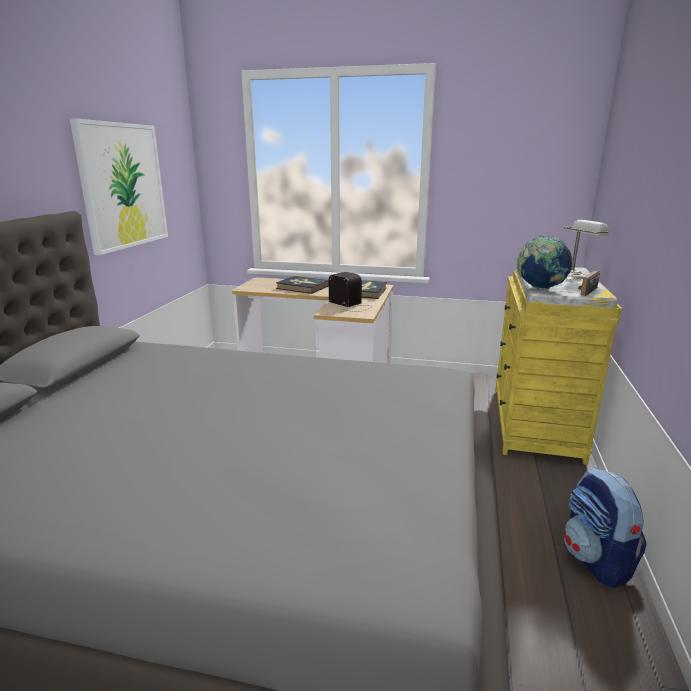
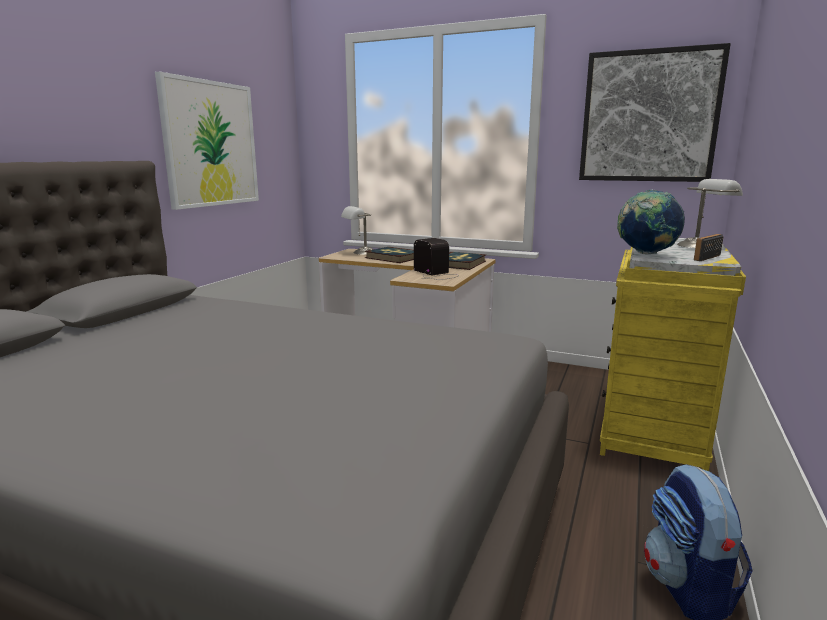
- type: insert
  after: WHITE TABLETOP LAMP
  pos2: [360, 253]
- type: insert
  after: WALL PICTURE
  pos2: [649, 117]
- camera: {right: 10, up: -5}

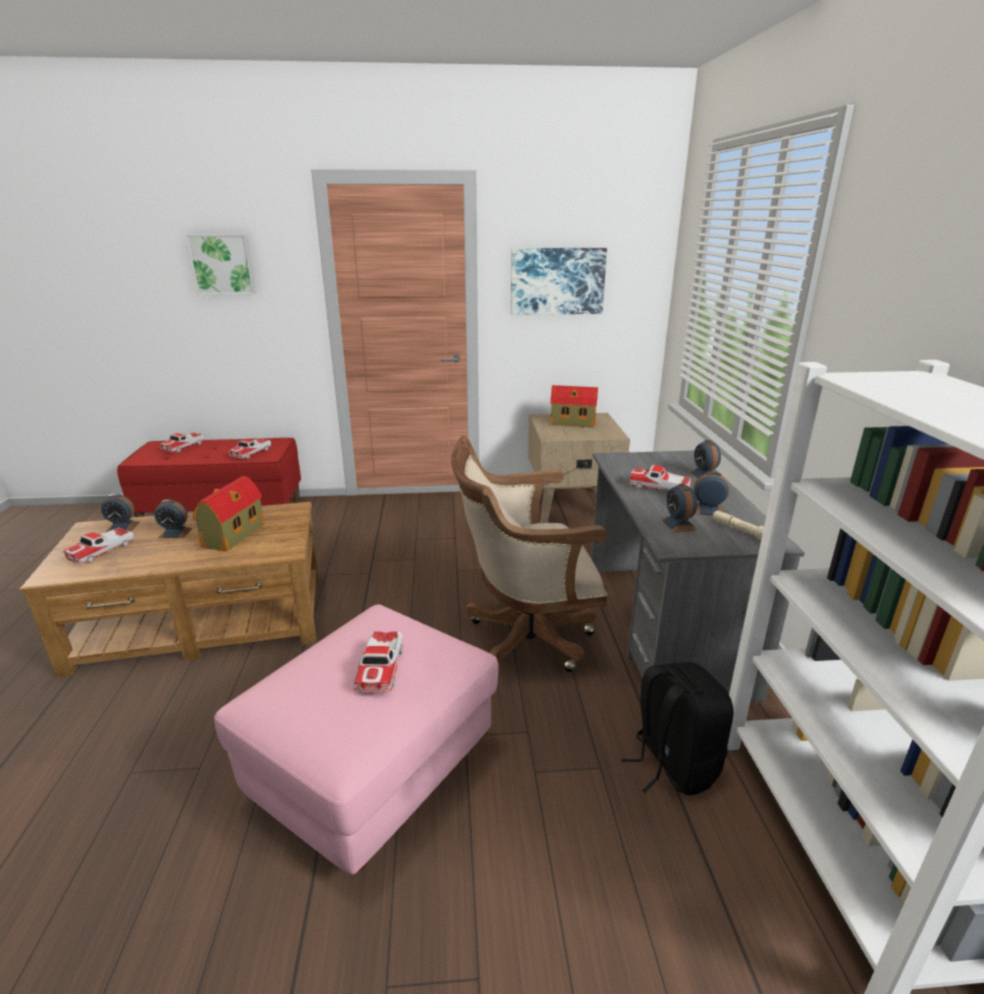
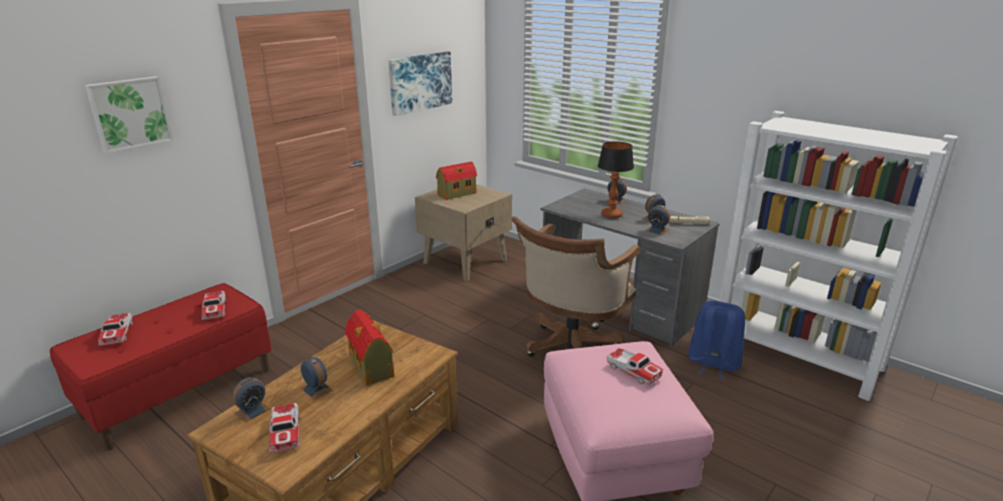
- type: rotate
  before: ALARM CLOCK
  pos1: [175, 533]
  pos2: [316, 389]
  turn: -90
- type: replace
  before: TOY CAR
  after: TABLETOP LAMP
  pos1: [659, 487]
  pos2: [612, 215]
- type: recolor
  before: BLACK KNAPSACK
  after: BLUISH KNAPSACK
  pos1: [672, 764]
  pos2: [713, 363]
- camera: {right: -45, up: 0}

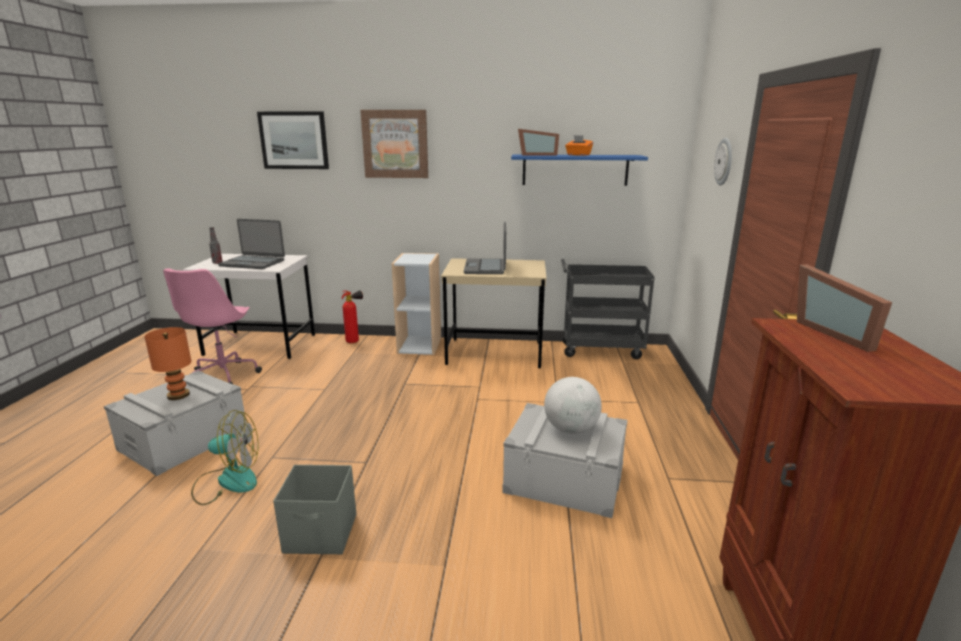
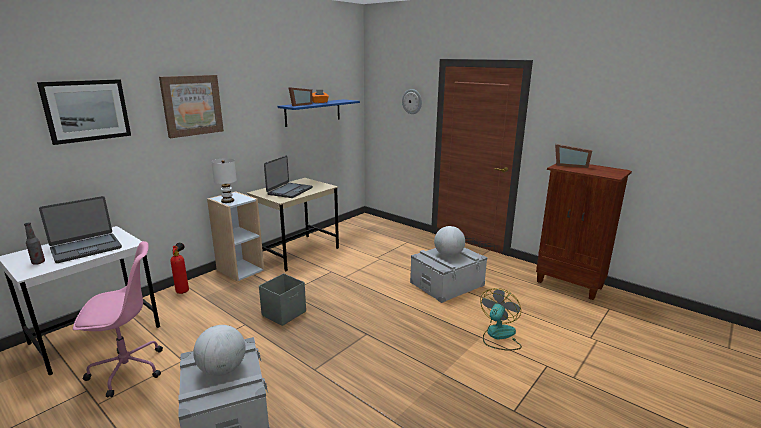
- type: rotate
  before: PINK COMPUTER CHAIR
  pos1: [223, 376]
  pos2: [129, 370]
  turn: -60
- type: replace
  before: ORANGE TABLETOP LAMP
  after: WORLD GLOBE
  pos1: [178, 395]
  pos2: [222, 370]
- type: insert
  after: WHITE TABLETOP LAMP
  pos2: [227, 201]
- type: move
  before: GREYISH STORAGE CONTAINER
  pos1: [321, 534]
  pos2: [284, 313]
- type: rotate
  before: NOTEBOOK COMPUTER
  pos1: [486, 267]
  pos2: [289, 191]
  turn: -105
- type: move
  before: FAN
  pos1: [227, 481]
  pos2: [499, 336]
- type: delete
  before: GREYISH TROLLEY
  pos1: [599, 351]
- camera: {right: -55, up: 0}

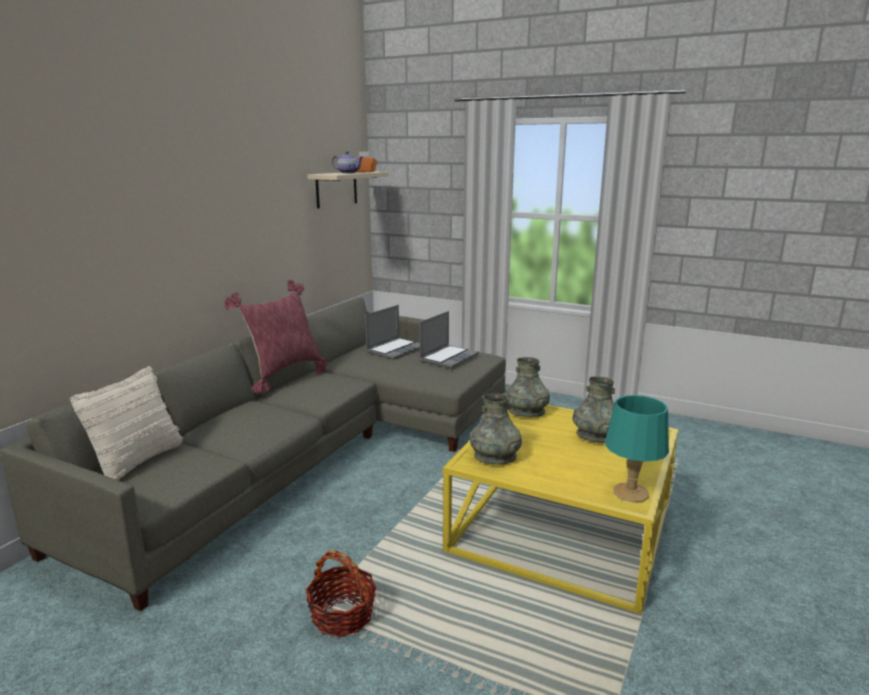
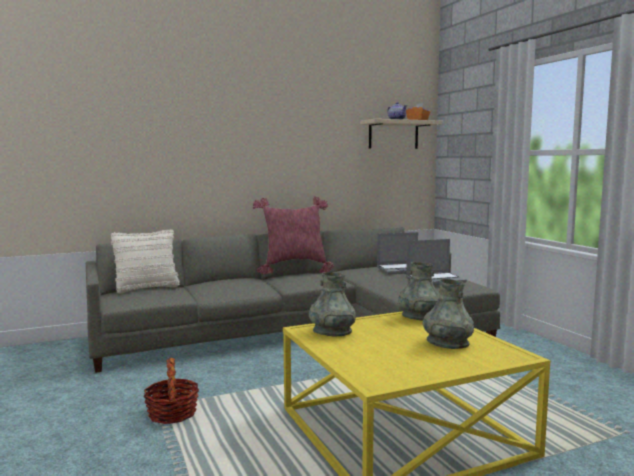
- type: delete
  before: BLUE-GREEN TABLETOP LAMP
  pos1: [630, 492]
- camera: {right: 40, up: -10}

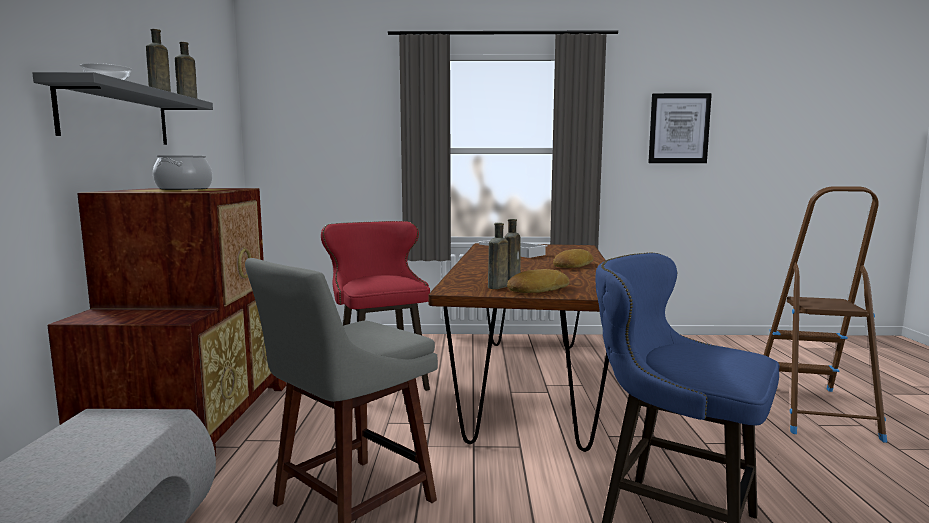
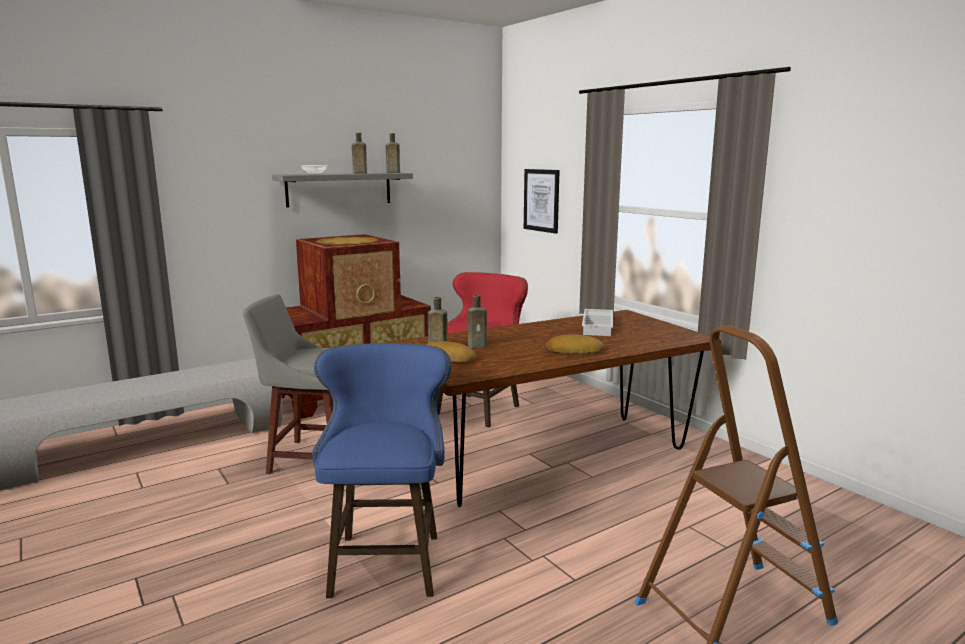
- type: move
  before: WALL PICTURE
  pos1: [679, 128]
  pos2: [541, 200]
- type: delete
  before: SAUCEPOT
  pos1: [184, 189]
- camera: {right: 55, up: 5}

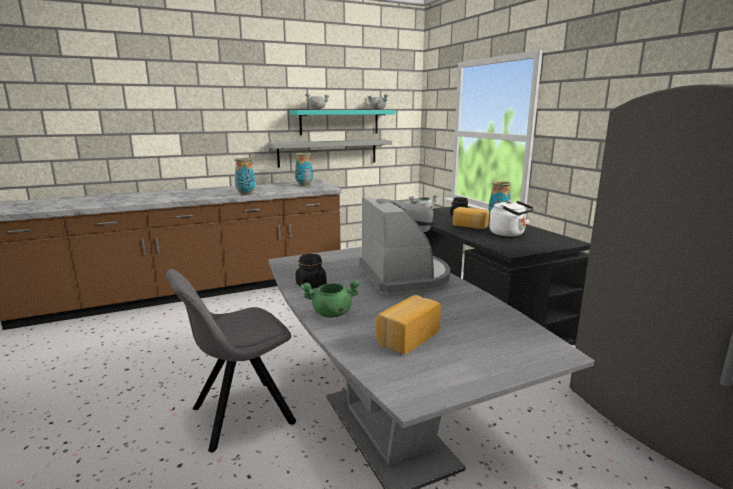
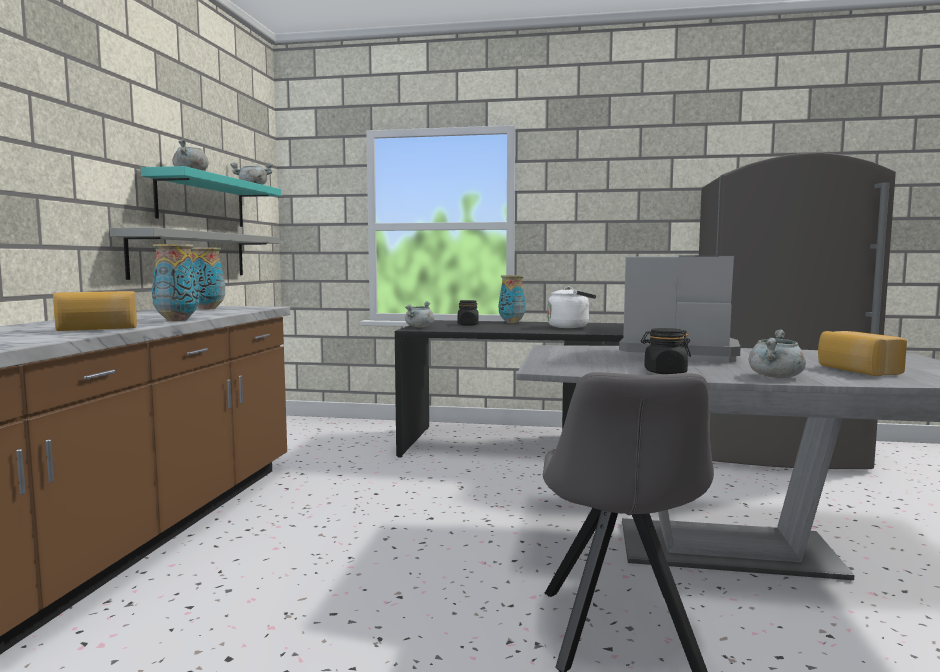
- type: move
  before: BAKED BREAD
  pos1: [469, 226]
  pos2: [97, 328]
- type: recolor
  before: GREENISH SAUCEPOT
  after: GREYISH SAUCEPOT
  pos1: [331, 314]
  pos2: [776, 377]
- camera: {right: -55, up: -10}

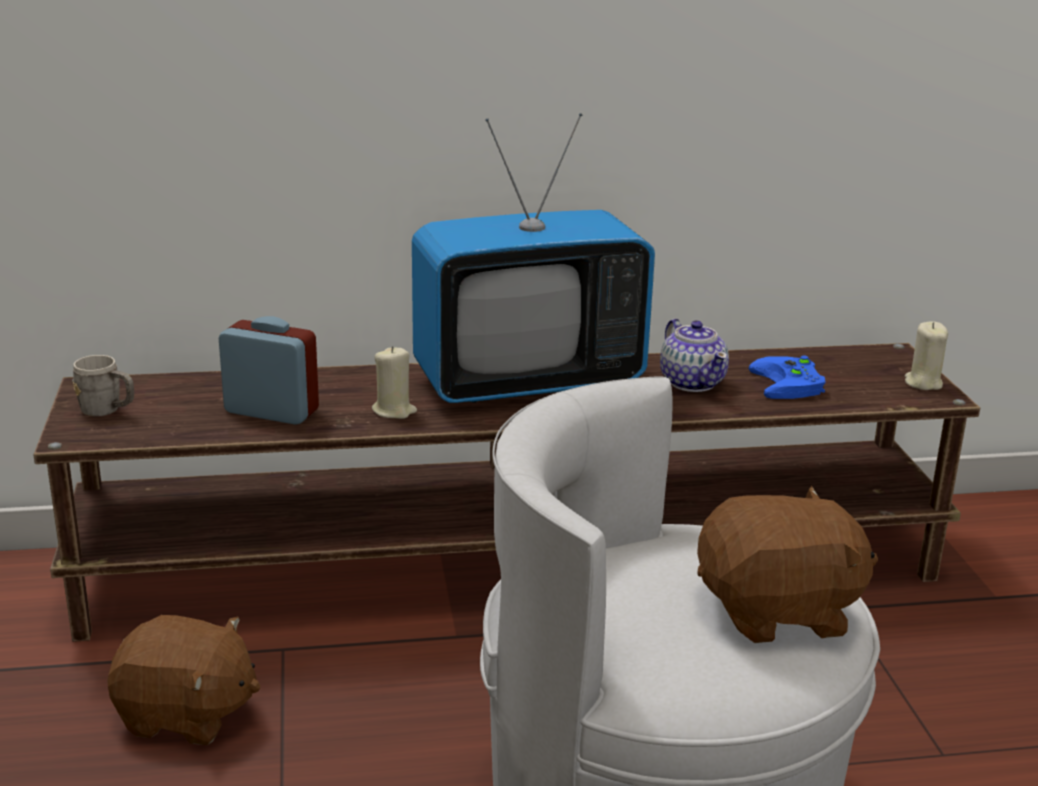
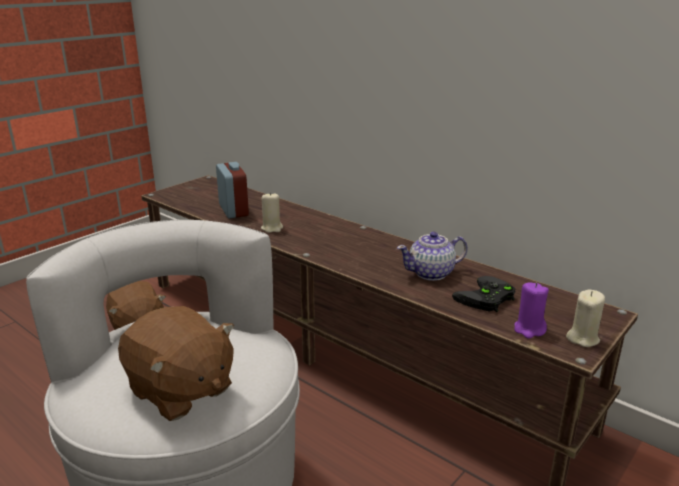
- type: rotate
  before: POT FOR TEA
  pos1: [692, 382]
  pos2: [431, 273]
  turn: 45
- type: recolor
  before: BLUISH GAMEPAD
  after: BLACK GAMEPAD
  pos1: [791, 385]
  pos2: [486, 299]
- type: insert
  after: PURPLE WAX CANDLE
  pos2: [529, 329]
- type: delete
  before: GREYISH COFFEE MUG
  pos1: [107, 411]
- type: delete
  before: TV SET
  pos1: [528, 381]
- camera: {right: 50, up: 0}

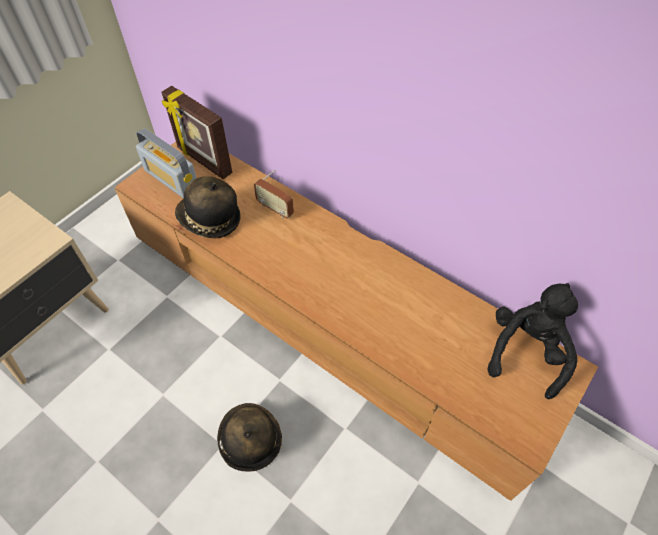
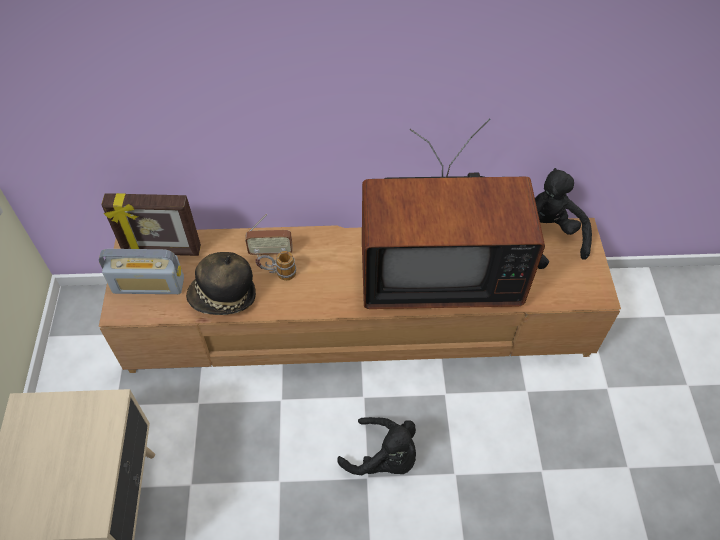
- type: insert
  after: COFFEE MUG
  pos2: [277, 274]
- type: replace
  before: CLOTHING HAT
  after: BLACK PLUSH TOY
  pos1: [249, 440]
  pos2: [384, 457]
- type: insert
  after: TV SET
  pos2: [436, 270]
- camera: {right: -40, up: 0}

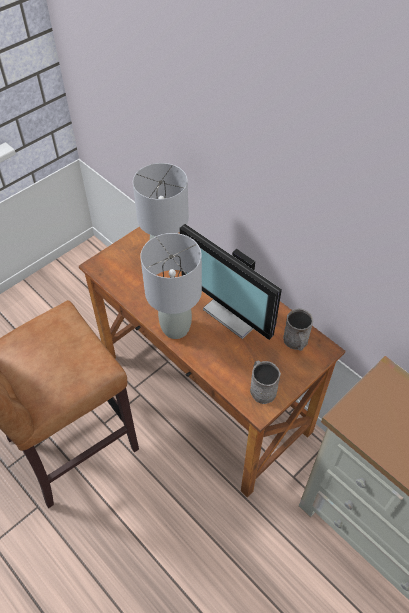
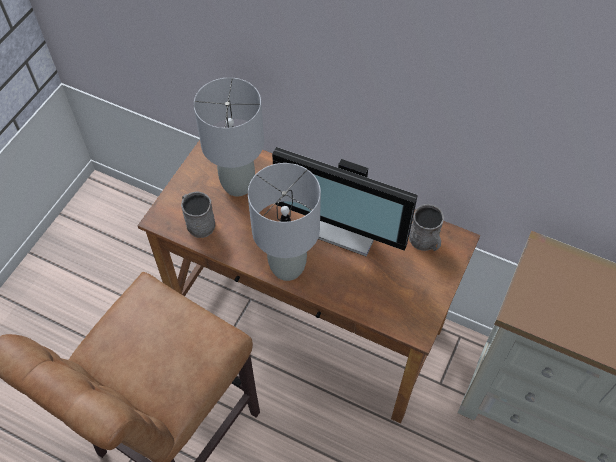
- type: move
  before: GREYISH COFFEE MUG
  pos1: [261, 388]
  pos2: [198, 222]
- camera: {right: -20, up: 5}

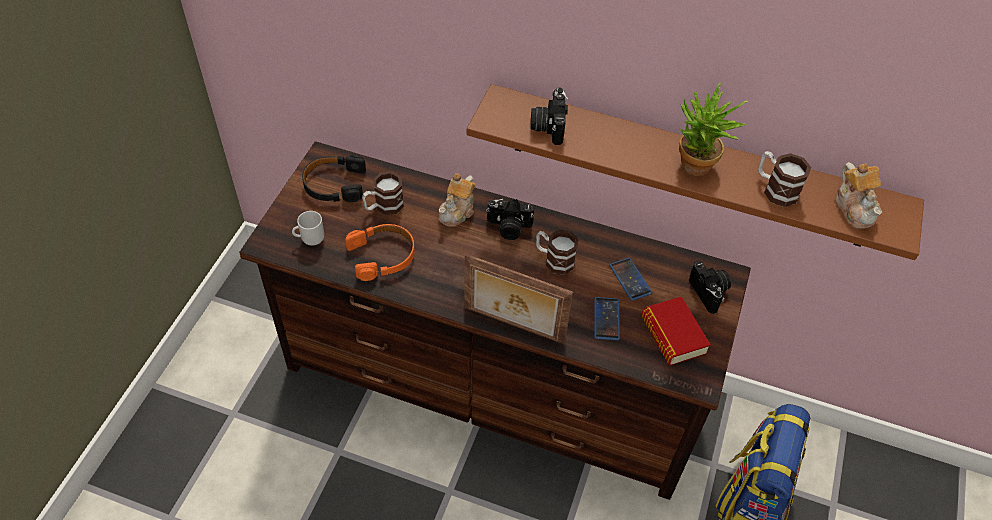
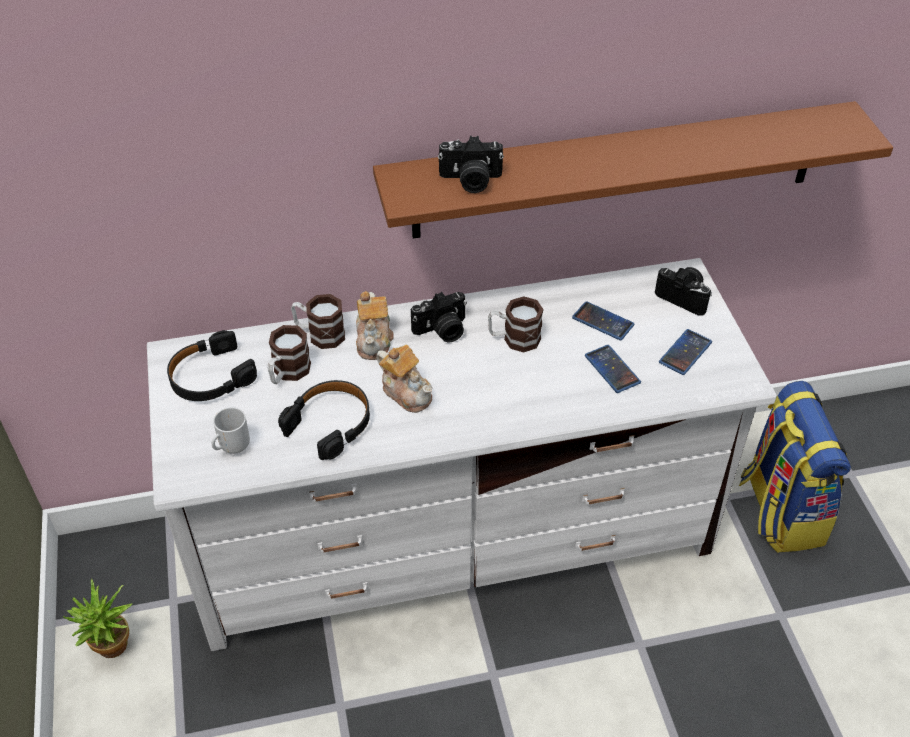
- type: move
  before: HOUSEPLANT
  pos1: [694, 169]
  pos2: [113, 651]
- type: recolor
  before: BROWN-COLOURED DRESSER
  after: WHITE DRESSER
  pos1: [492, 386]
  pos2: [457, 542]
- type: recolor
  before: ORANGE HEADPHONES
  after: BLACK HEADPHONES
  pos1: [382, 256]
  pos2: [330, 424]
- type: move
  before: COFFEE MUG
  pos1: [775, 189]
  pos2: [319, 334]
- type: move
  before: POT FOR TEA
  pos1: [854, 208]
  pos2: [407, 392]
- type: rotate
  before: STILL CAMERA
  pos1: [548, 126]
  pos2: [470, 181]
  turn: -60
- type: replace
  before: VOLUME
  after: PHONE
  pos1: [673, 335]
  pos2: [685, 352]
- type: delete
  before: STANDING FRAME
  pos1: [513, 326]
- camera: {right: -30, up: -5}

